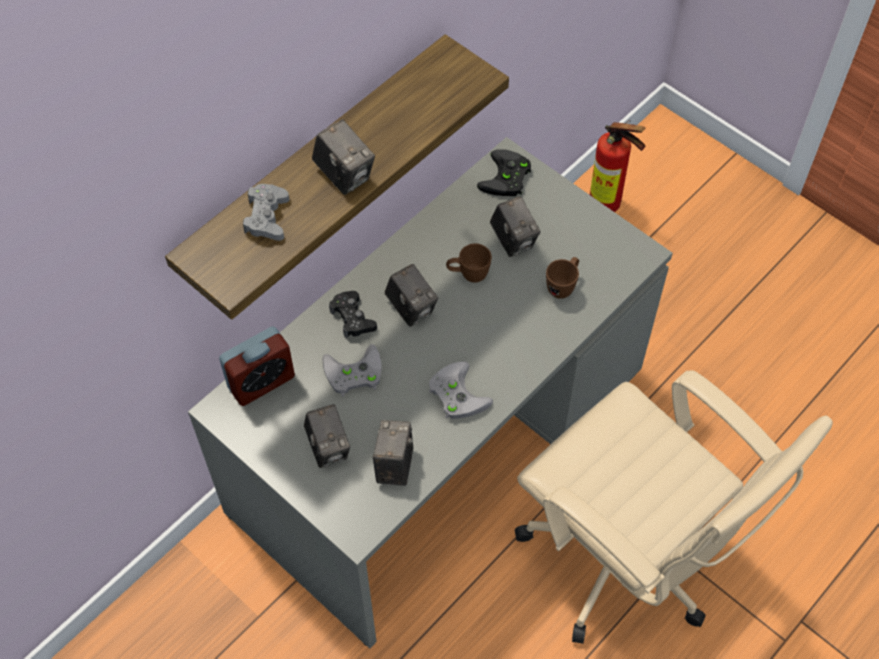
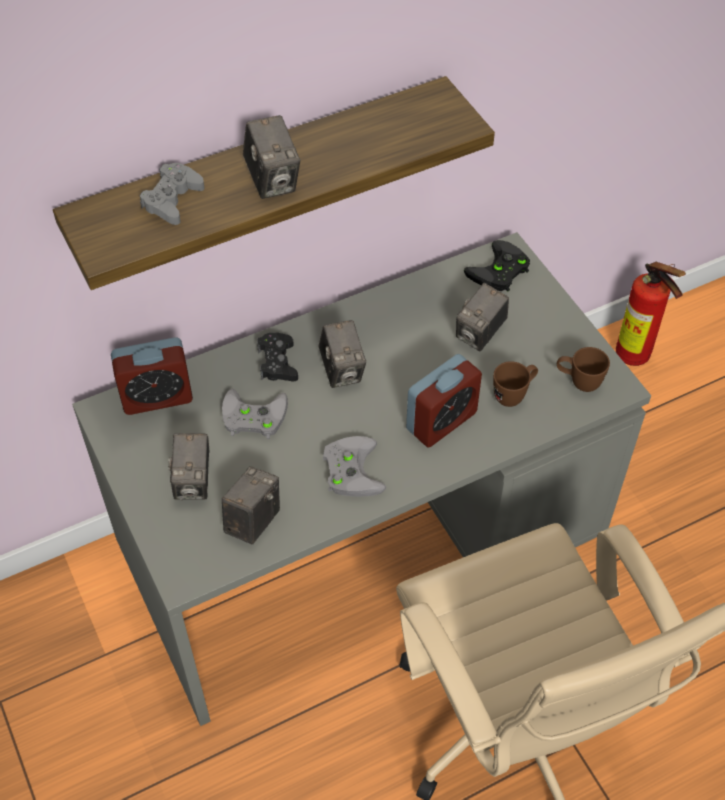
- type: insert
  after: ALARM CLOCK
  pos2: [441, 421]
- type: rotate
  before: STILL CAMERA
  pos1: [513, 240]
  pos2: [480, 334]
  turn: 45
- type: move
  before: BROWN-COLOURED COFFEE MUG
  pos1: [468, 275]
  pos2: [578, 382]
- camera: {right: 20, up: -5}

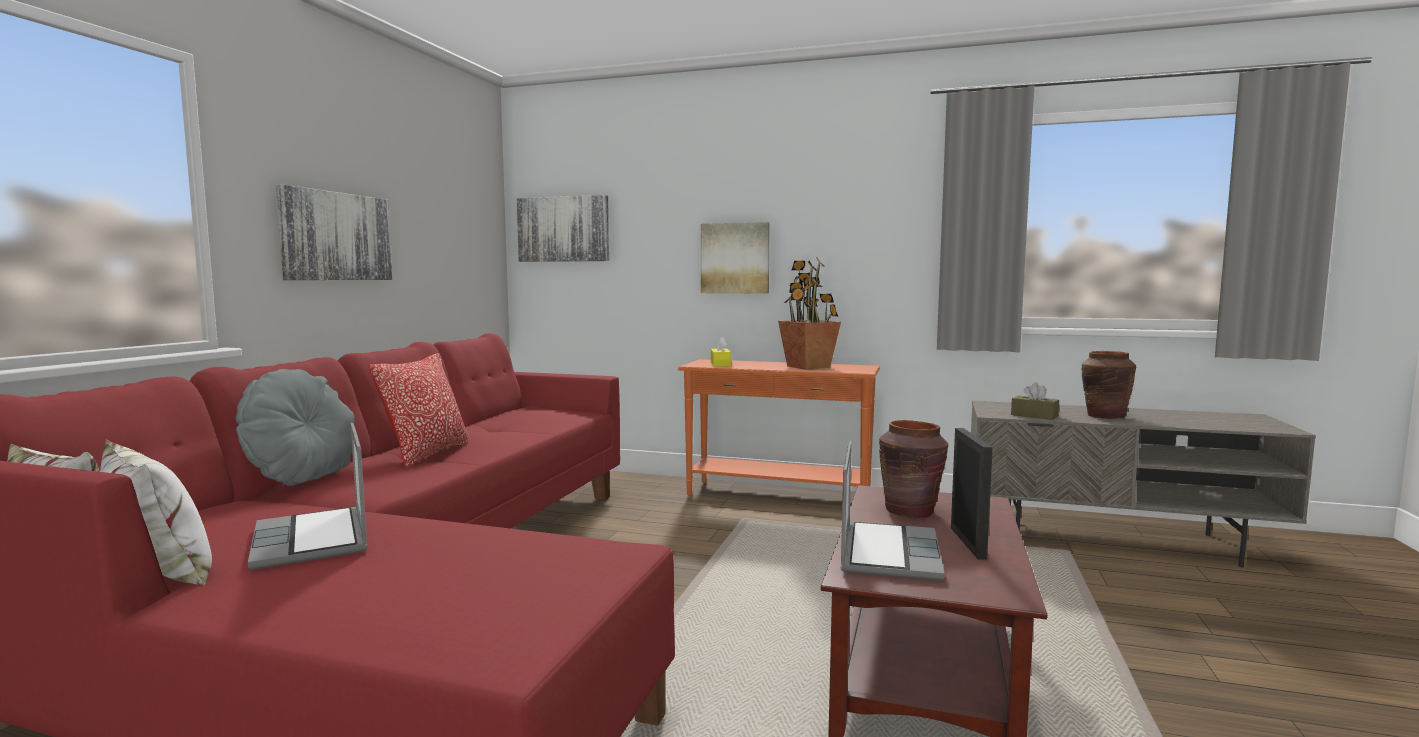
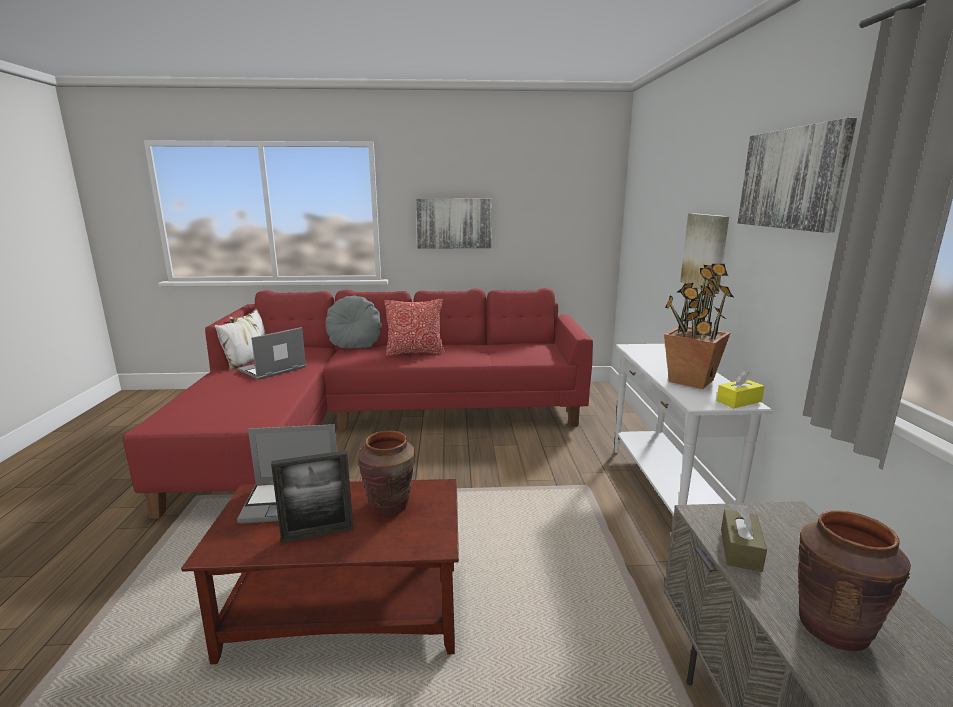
- type: recolor
  before: ORANGE NARROW TABLE
  after: WHITE NARROW TABLE
  pos1: [779, 495]
  pos2: [667, 492]
- type: move
  before: YELLOWISH TISSUE BOX
  pos1: [720, 364]
  pos2: [739, 401]
- type: move
  before: WALL PICTURE
  pos1: [563, 229]
  pos2: [792, 179]
- camera: {right: 70, up: 10}

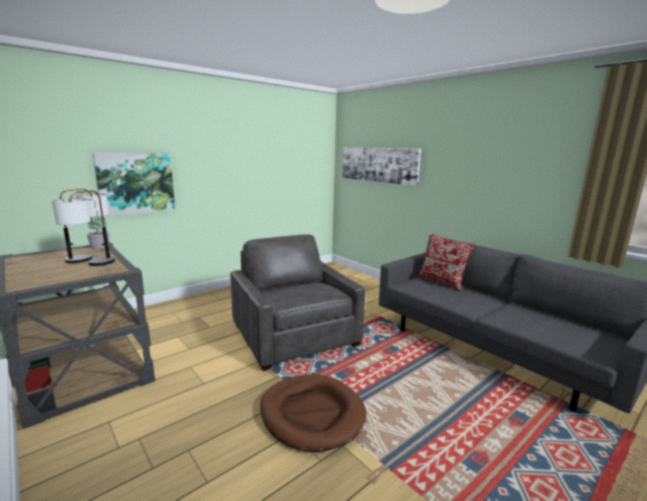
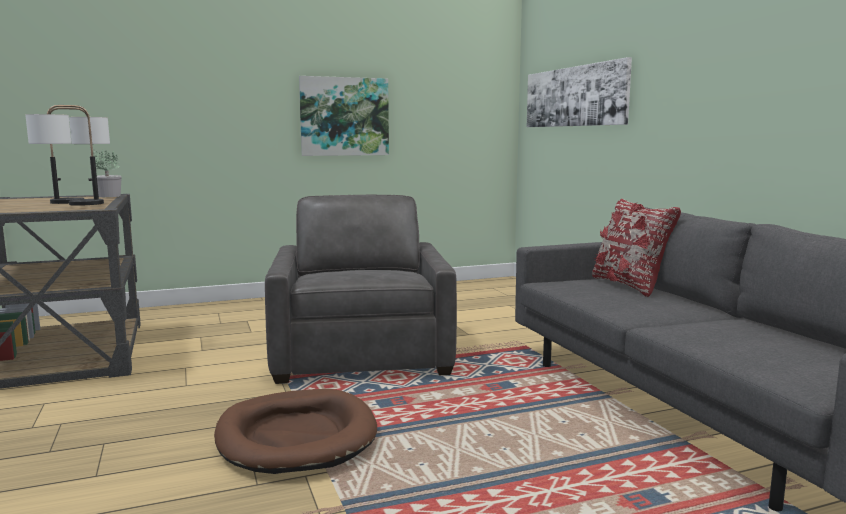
- type: move
  before: WALL PICTURE
  pos1: [136, 183]
  pos2: [344, 116]
- camera: {right: 20, up: -5}

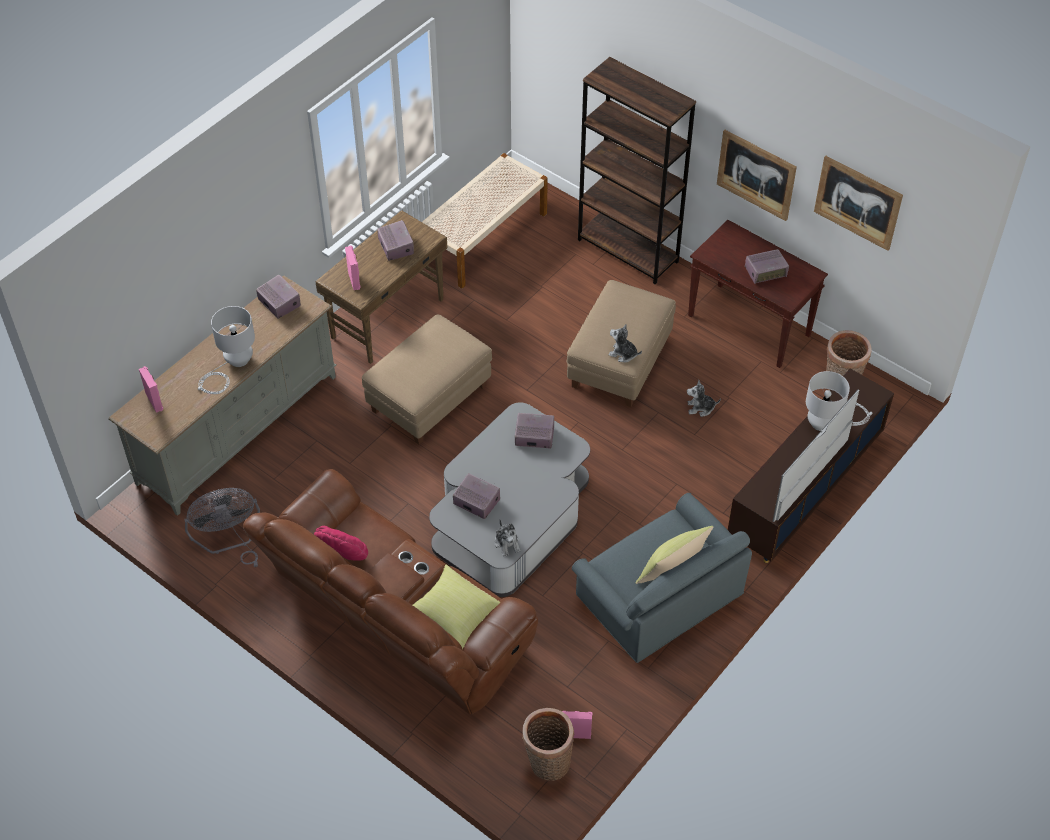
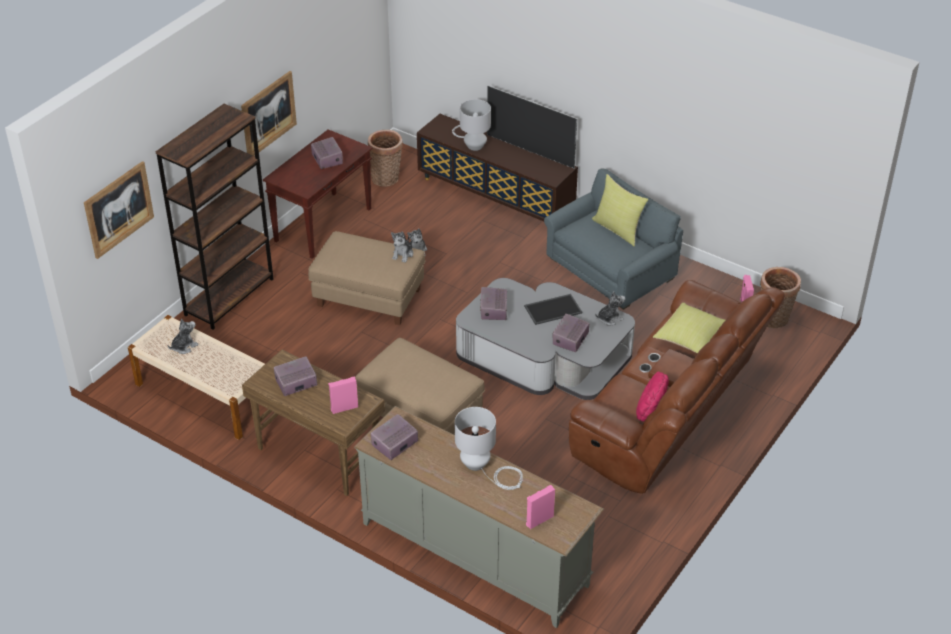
- type: move
  before: WALL PICTURE
  pos1: [858, 202]
  pos2: [118, 209]
- type: insert
  after: PLUSH TOY
  pos2: [184, 346]
- type: insert
  after: TRAY
  pos2: [553, 309]
- type: delete
  before: GREYISH FAN
  pos1: [231, 540]
- camera: {right: -95, up: -10}

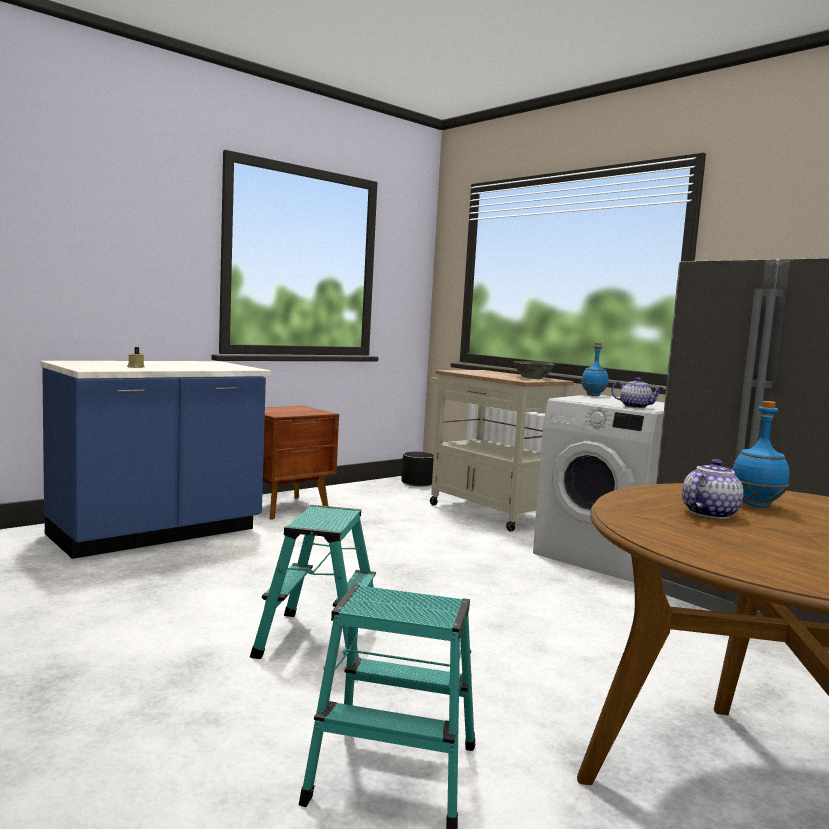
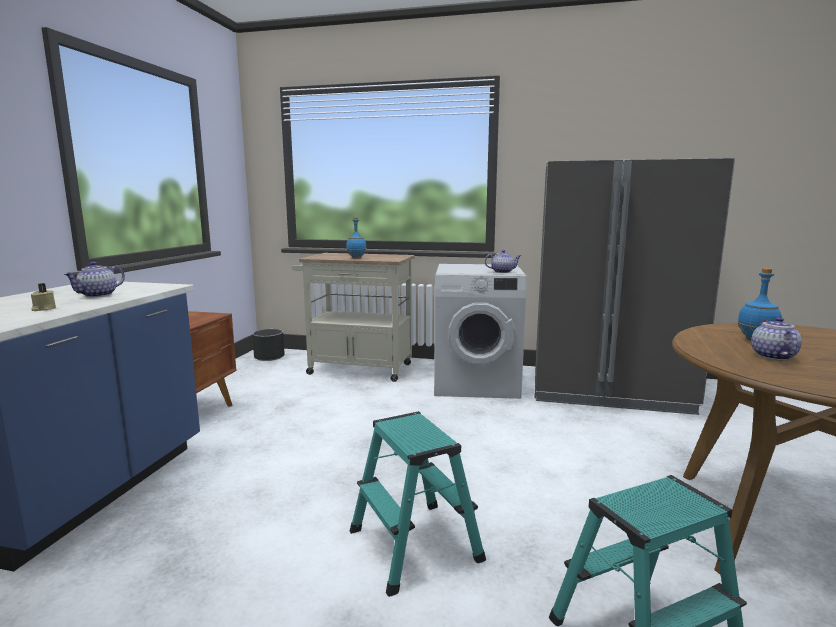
- type: insert
  after: POT FOR TEA
  pos2: [98, 295]
- type: move
  before: BLUISH BOTTLE
  pos1: [593, 395]
  pos2: [356, 258]
- type: delete
  before: GREYISH BOWL
  pos1: [532, 378]
- camera: {right: -35, up: 5}

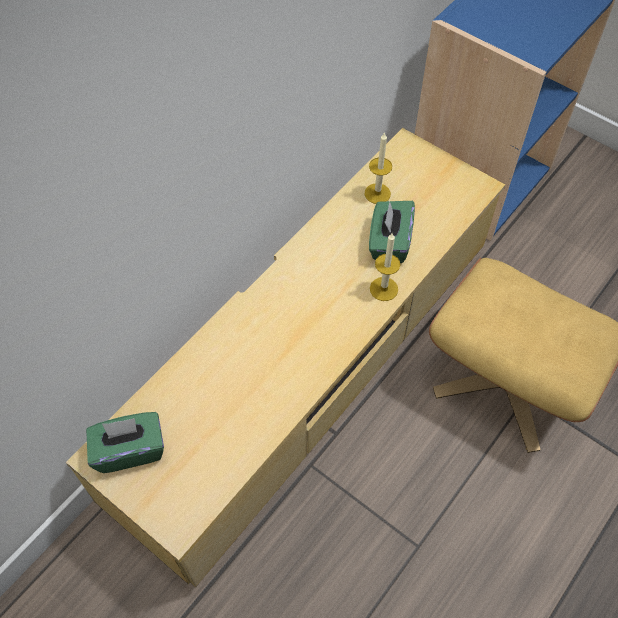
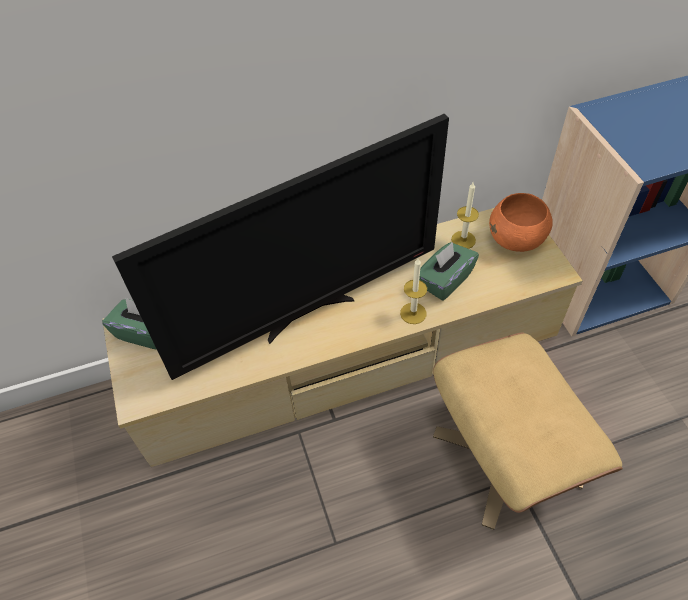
- type: insert
  after: TV SET
  pos2: [308, 313]
- type: insert
  after: ORANGE BOWL
  pos2: [516, 239]
- camera: {right: 35, up: -5}

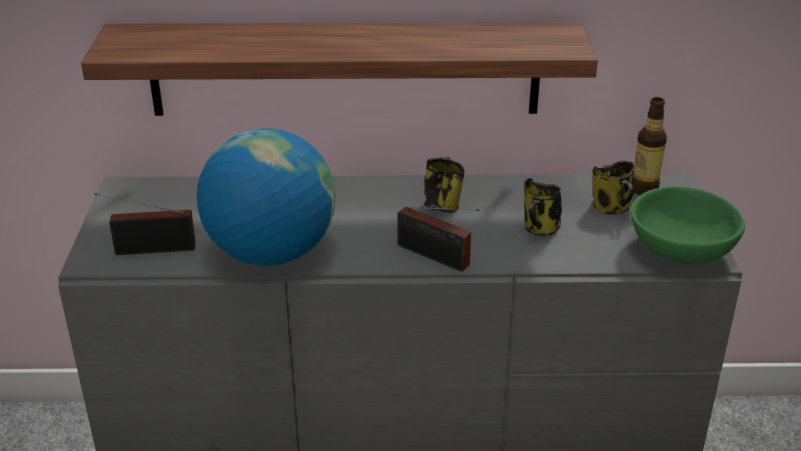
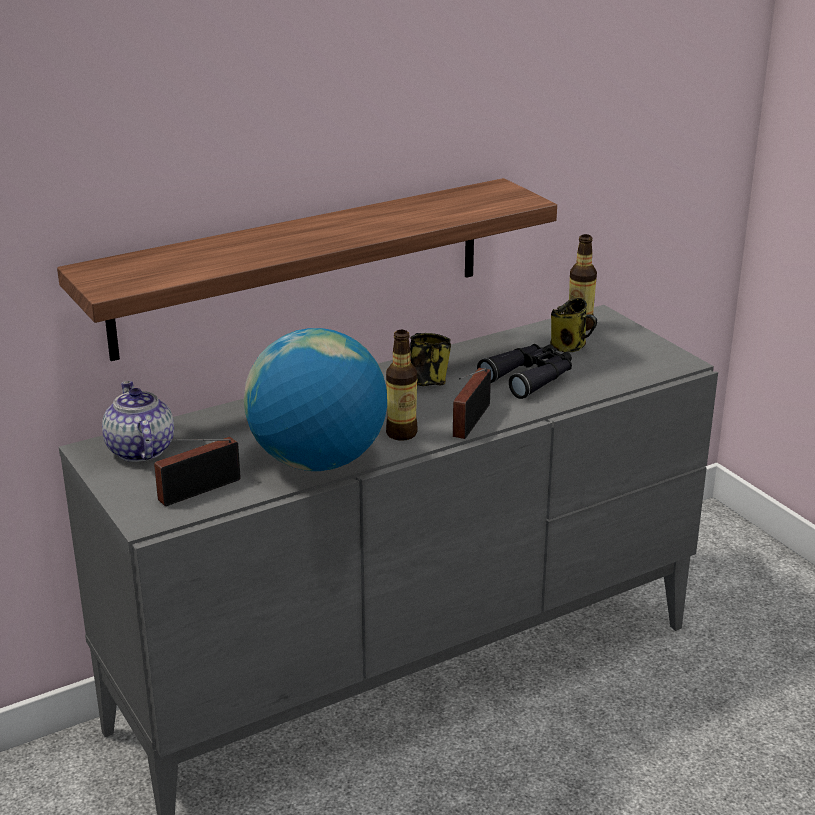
- type: insert
  after: POT FOR TEA
  pos2: [139, 450]
- type: insert
  after: BOTTLE
  pos2: [401, 433]
- type: rotate
  before: RADIO
  pos1: [436, 257]
  pos2: [469, 422]
  turn: 105
- type: replace
  before: COFFEE MUG
  after: BLACK PAIR OF BINOCULARS
  pos1: [540, 229]
  pos2: [530, 378]
- type: delete
  before: GREENISH BOWL
  pos1: [682, 251]
- camera: {right: -30, up: -5}

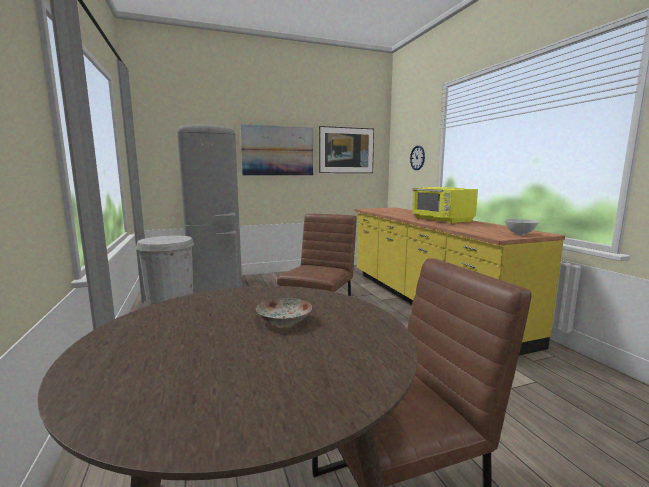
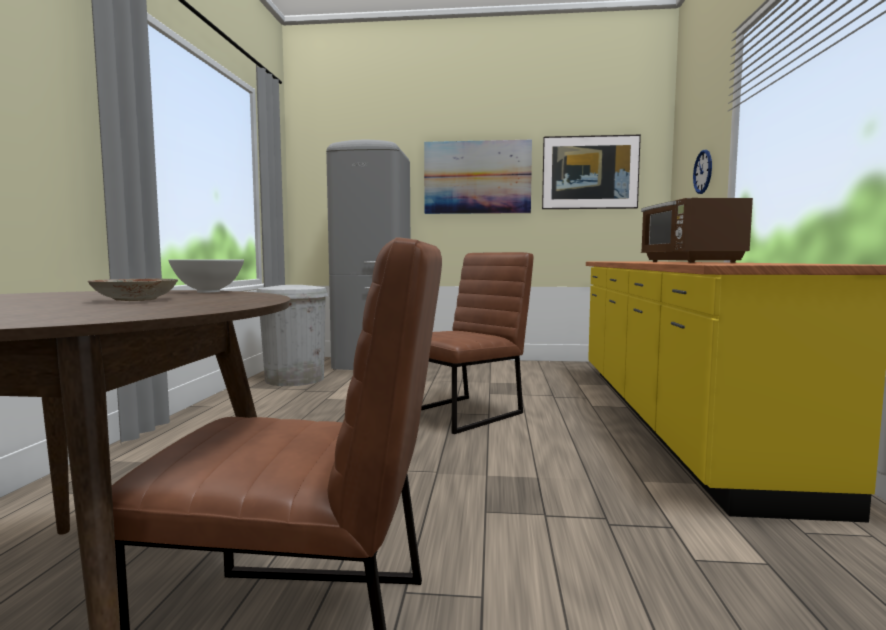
- type: move
  before: WHITE BOWL
  pos1: [519, 234]
  pos2: [207, 292]
- type: recolor
  before: YELLOWISH MICROWAVE OVEN
  after: BROWN-COLOURED MICROWAVE OVEN
  pos1: [442, 220]
  pos2: [689, 262]
- camera: {right: 25, up: -5}

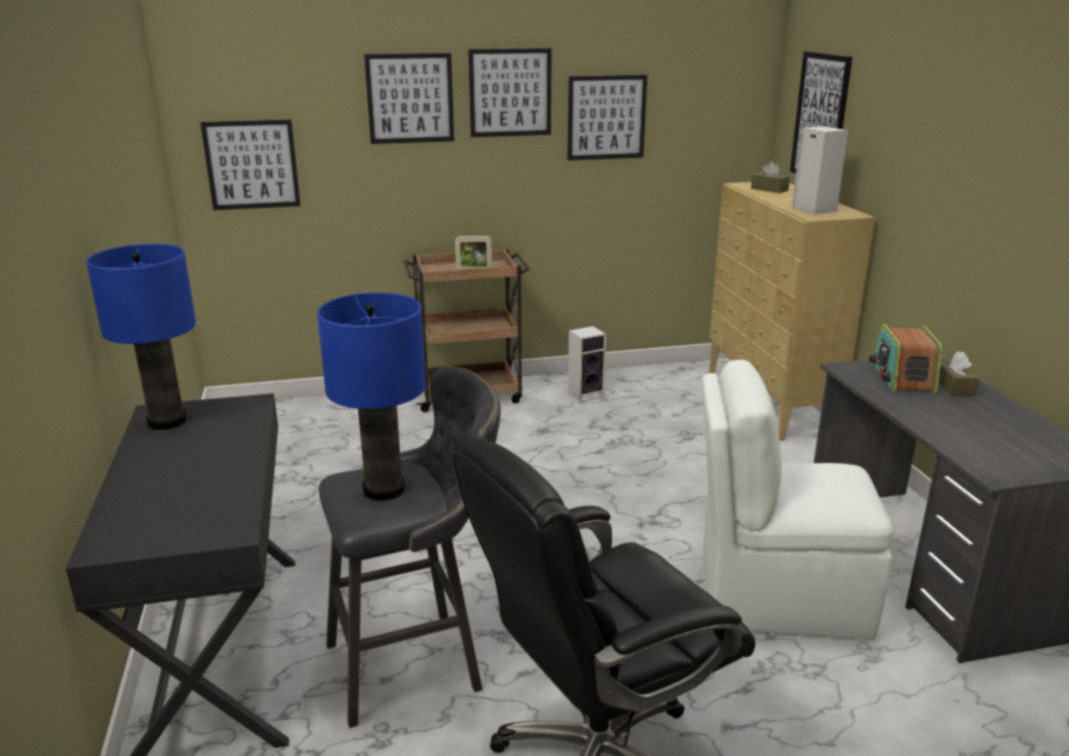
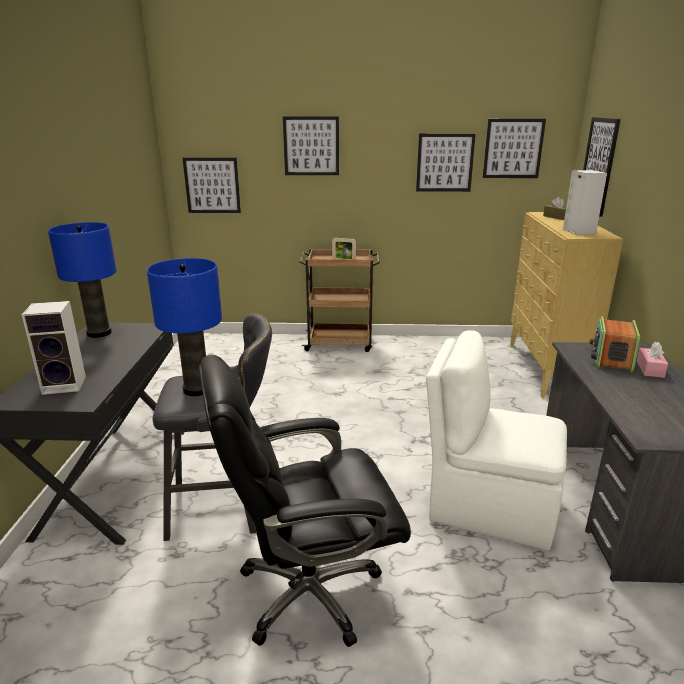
- type: move
  before: AUDIO SPEAKER
  pos1: [586, 393]
  pos2: [66, 385]
- type: move
  before: WALL PICTURE
  pos1: [510, 93]
  pos2: [513, 148]
- type: recolor
  before: BROWN-COLOURED TISSUE BOX
  after: PINK TISSUE BOX
  pos1: [953, 387]
  pos2: [650, 369]
- camera: {right: 15, up: 0}

